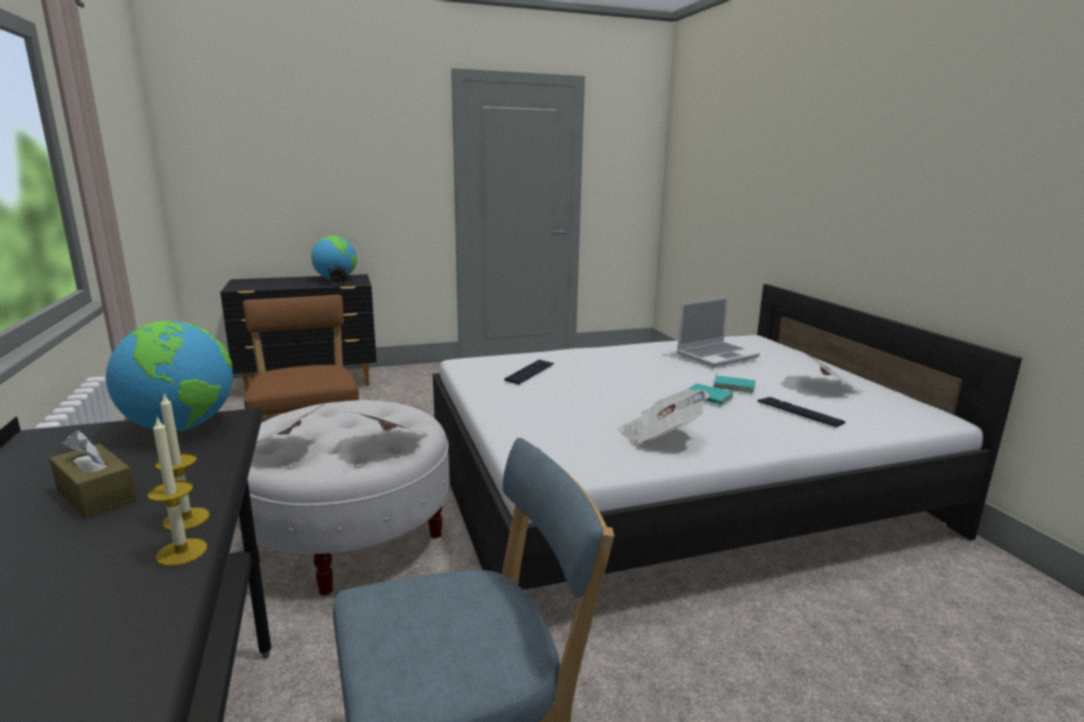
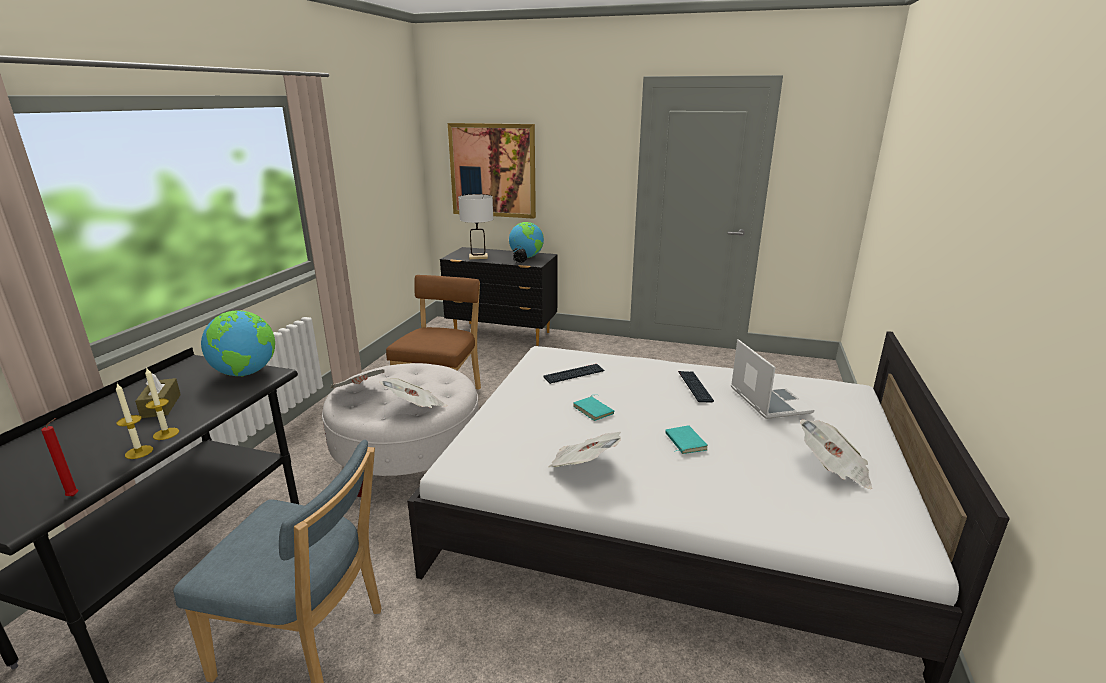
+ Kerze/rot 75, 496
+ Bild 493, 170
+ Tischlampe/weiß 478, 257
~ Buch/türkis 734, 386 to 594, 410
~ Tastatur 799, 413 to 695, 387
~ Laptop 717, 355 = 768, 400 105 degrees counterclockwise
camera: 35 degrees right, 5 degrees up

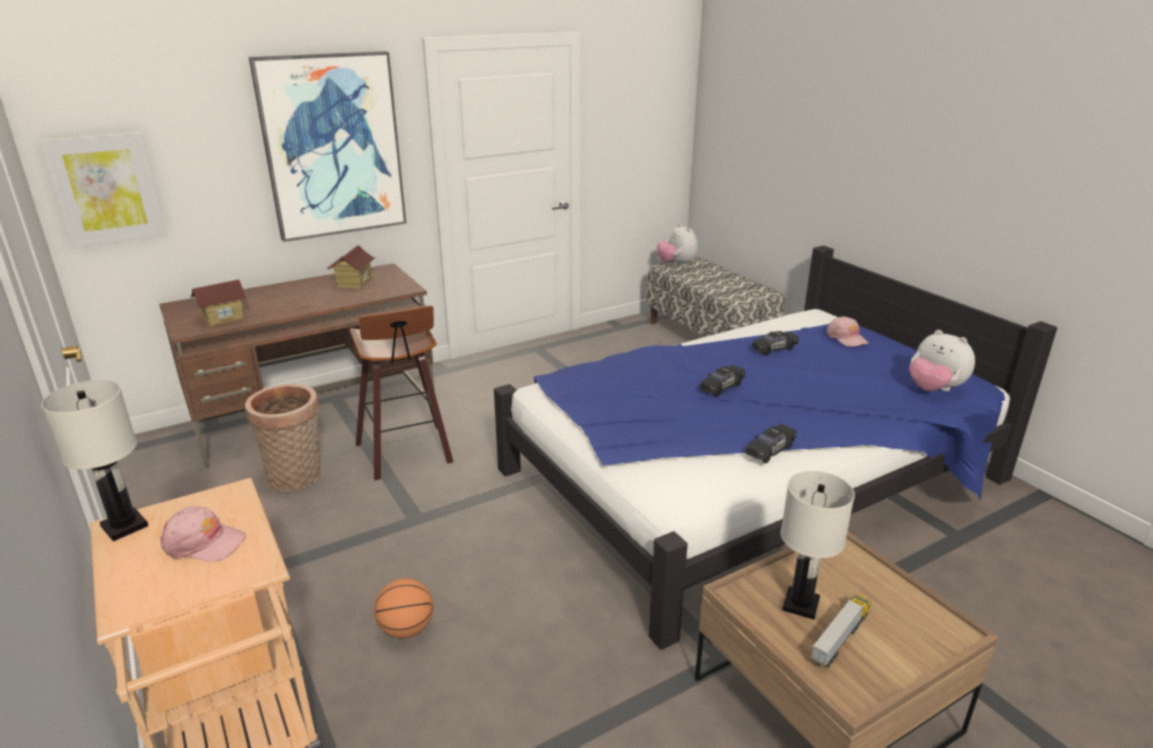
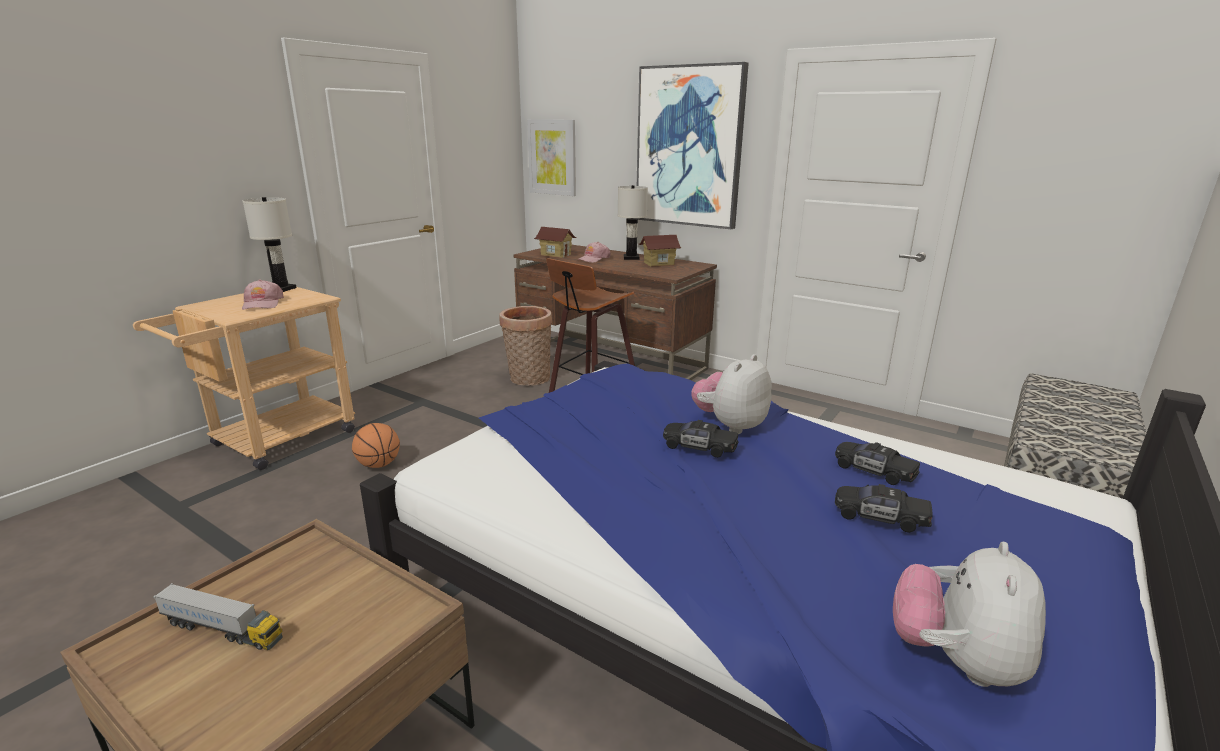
~ Kappe/rosa 846, 338 to 593, 259
~ Tischlampe/weiß 800, 604 to 631, 258
~ Plüschtier 676, 264 to 730, 425
~ Spielzeugauto/schwarz 770, 450 to 879, 517
camera: 65 degrees right, 5 degrees down

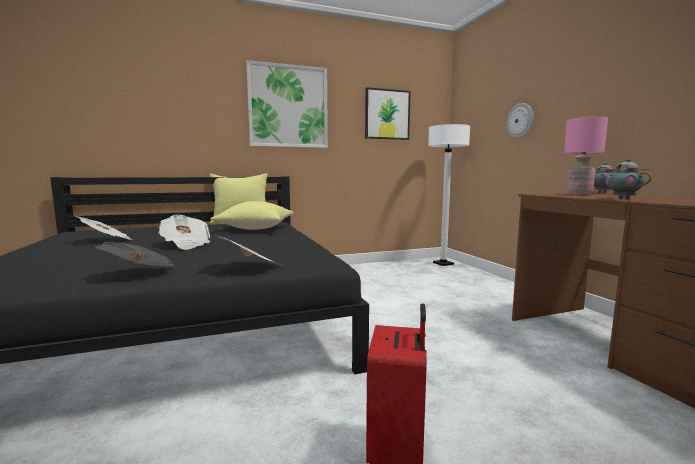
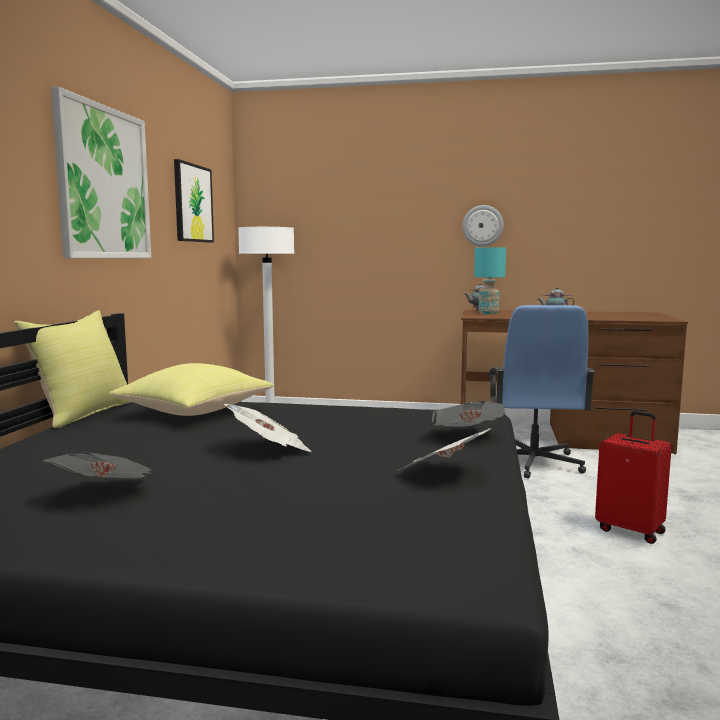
~ Wanduhr 520, 121 to 482, 225
~ Tischlampe/rosa 579, 194 to Tischlampe/türkis 488, 313
+ Bürostuhl/blau 533, 463
camera: 60 degrees left, 0 degrees up

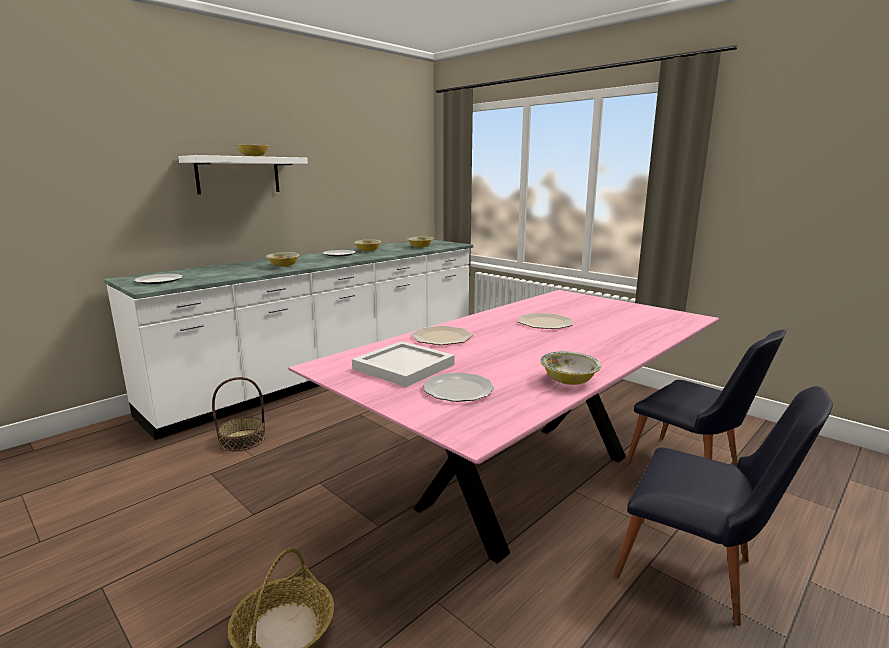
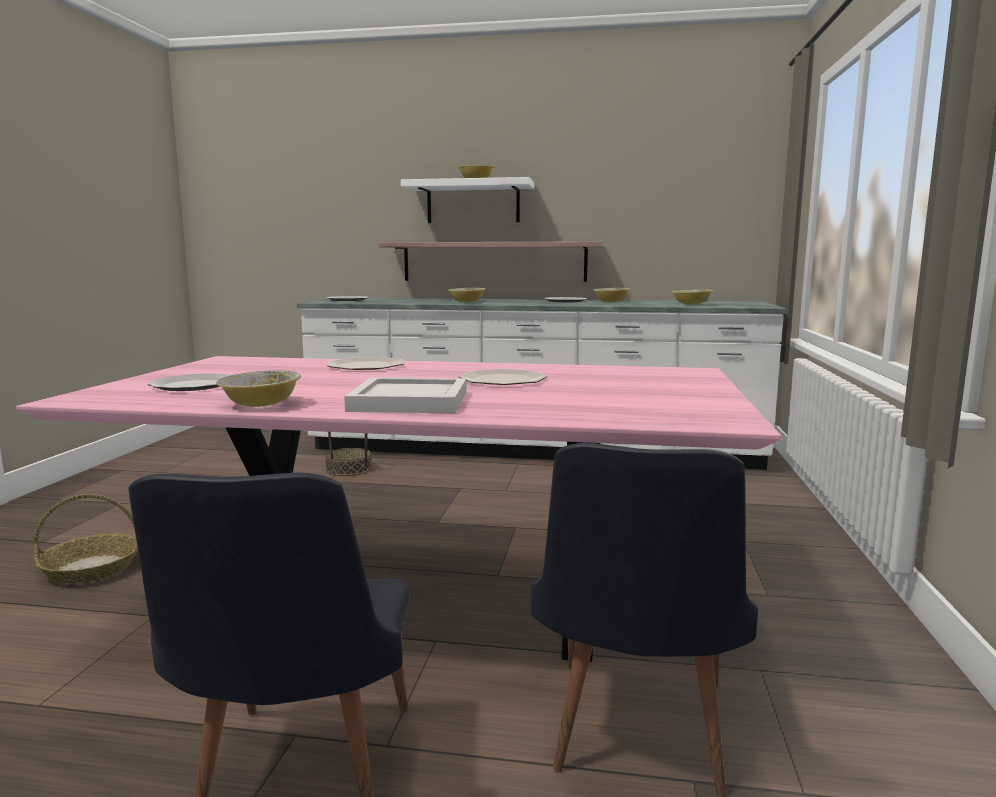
~ Tablett/weiß 404, 367 to 407, 401
+ Wandregal 494, 262
camera: 55 degrees right, 5 degrees down

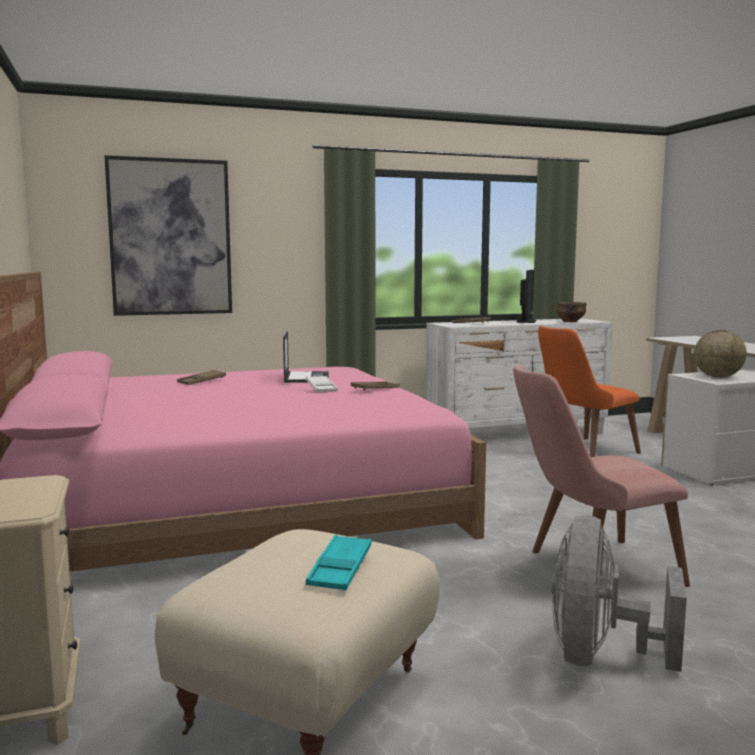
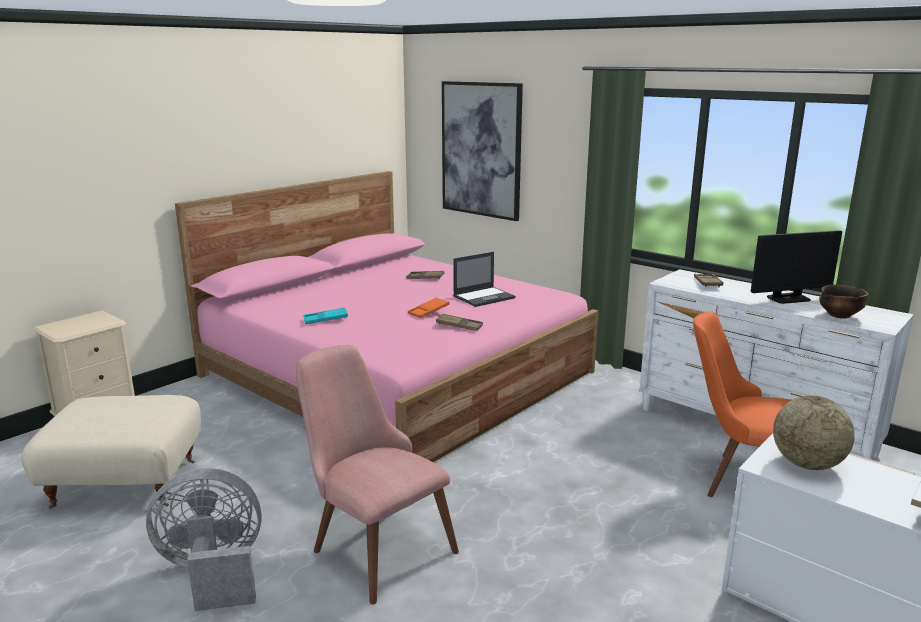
~ Tablett/türkis 340, 569 to 325, 319
~ Tablett/weiß 321, 388 to Tablett/orange 428, 311
camera: 60 degrees right, 10 degrees up

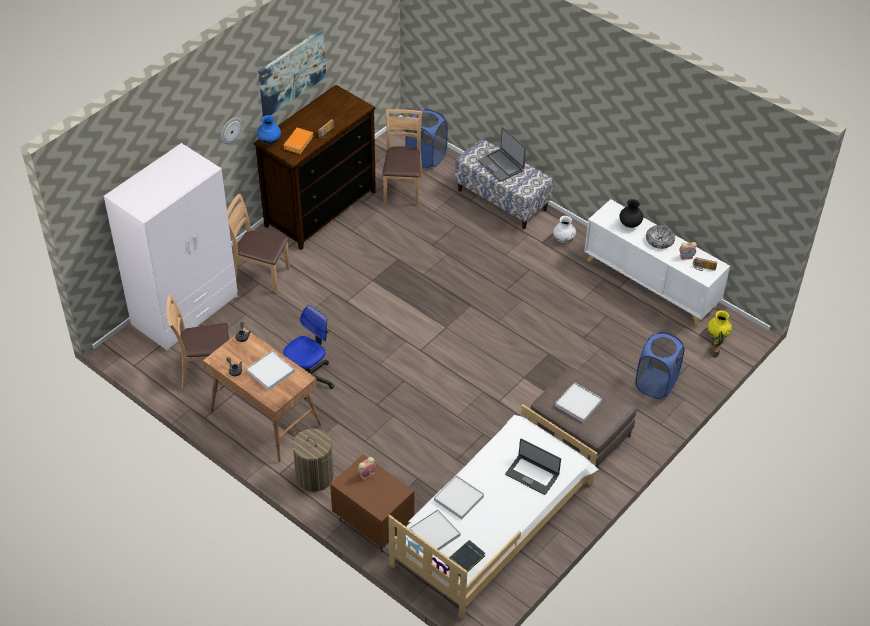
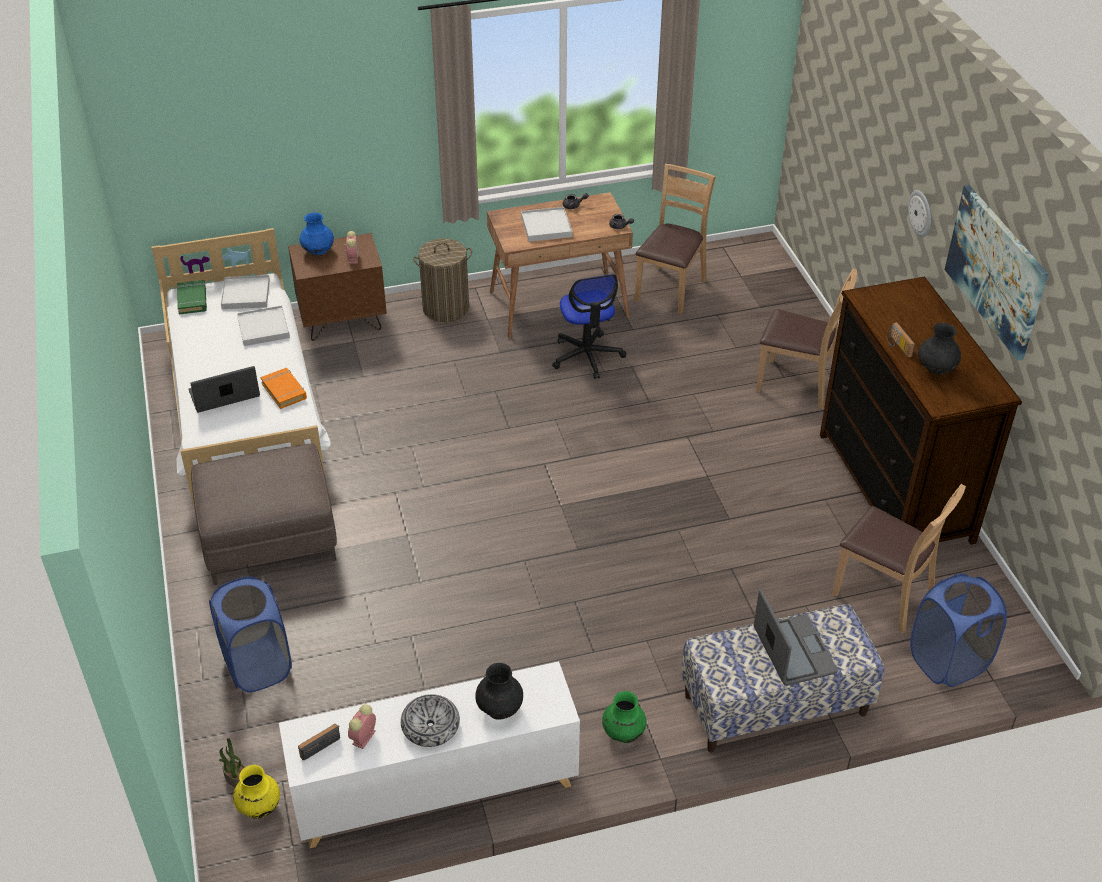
~ Buch/schwarz 464, 560 to Buch/grün 192, 300
~ Buch/orange 298, 142 to 284, 391
~ Vase/blau 269, 141 to 318, 252
~ Vase/weiß 563, 239 to Vase/grün 623, 733
~ Laptop 501, 165 = 793, 651 75 degrees clockwise
~ Stuhl/braun 260, 275 = 797, 383 60 degrees clockwise
+ Vase/schwarz 936, 369
- Kleiderschrank/weiß 185, 310
- Tablett/weiß 578, 403
camera: 125 degrees right, 5 degrees down

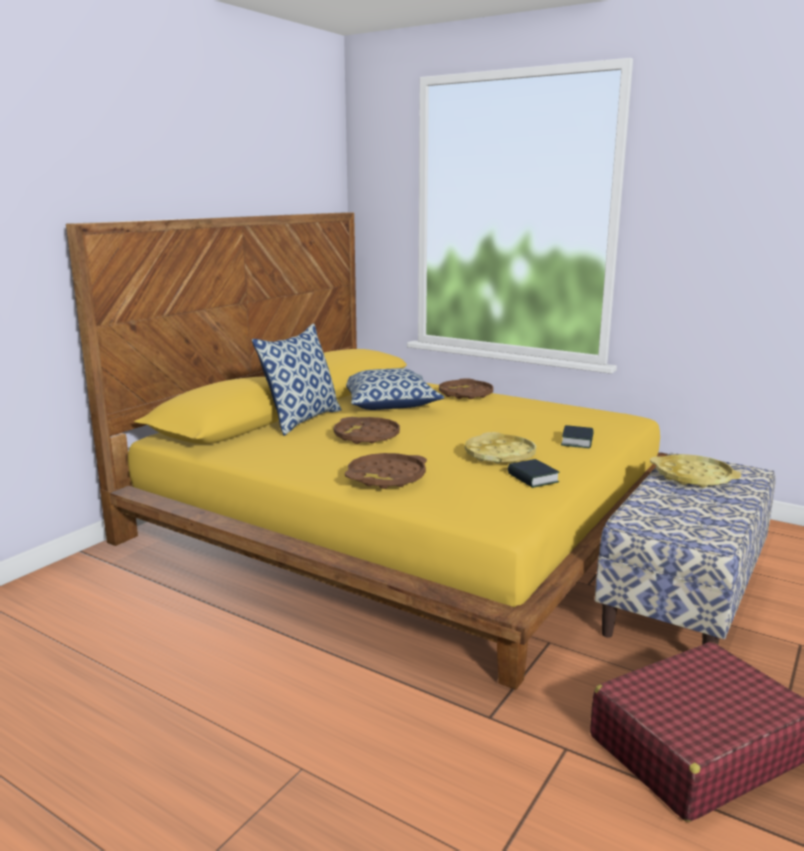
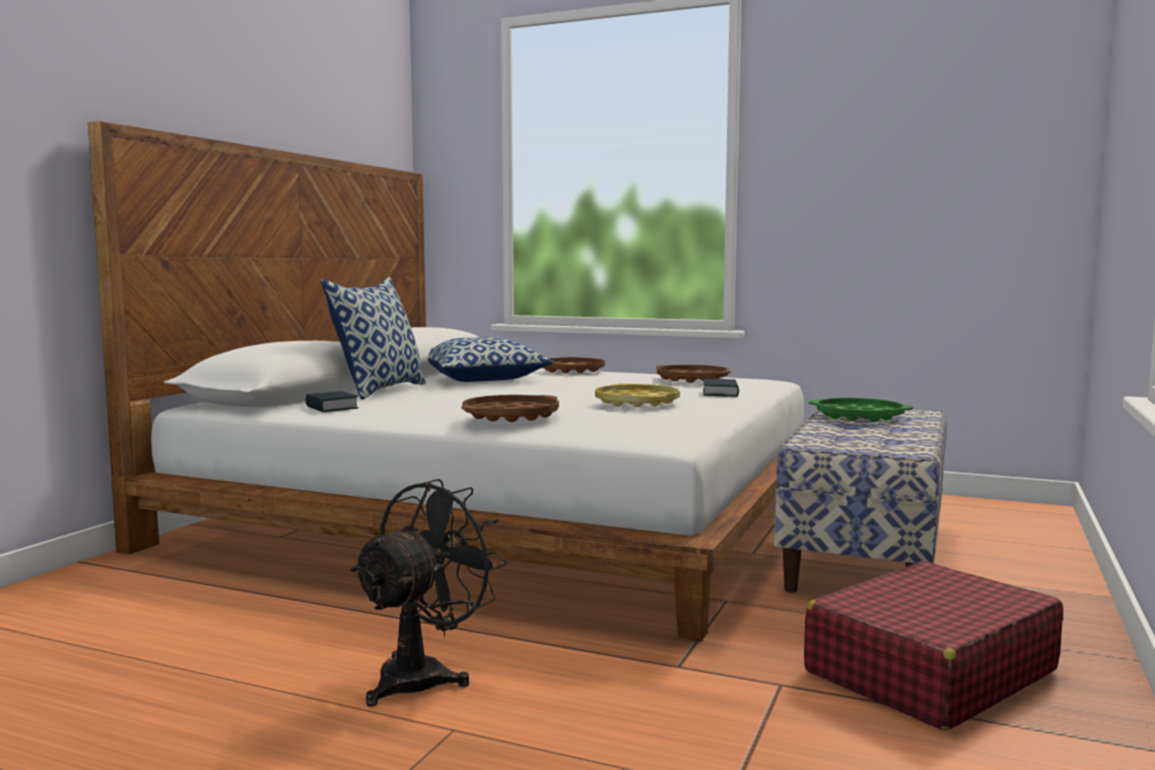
~ Bett/gelb 405, 521 to Bett/weiß 513, 515
~ Buch 532, 478 to 331, 408
+ Ventilator/schwarz 424, 675
~ Tablett/braun 366, 436 to 692, 379
~ Tablett/gelb 693, 477 to Tablett/grün 859, 416
camera: 10 degrees left, 10 degrees down

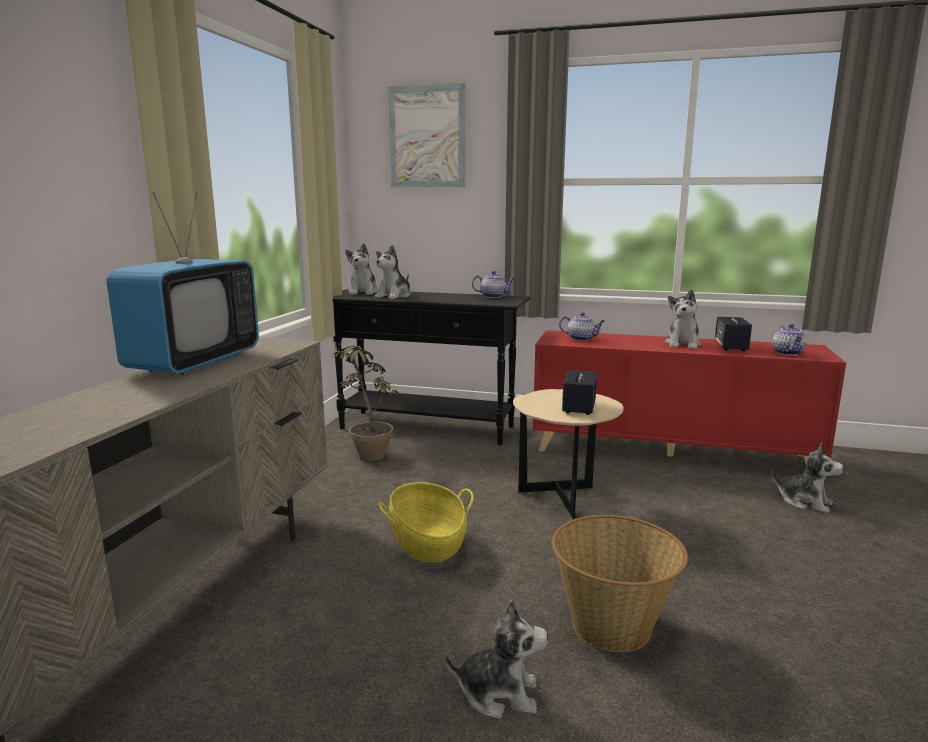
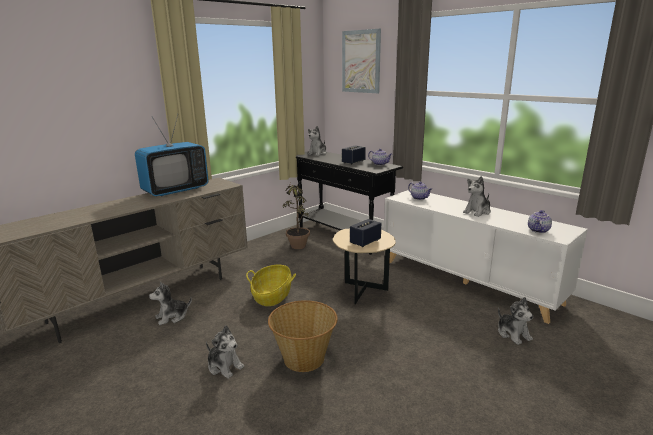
~ Plüschtier 394, 296 to 172, 317
~ Lautsprecher 731, 347 to 353, 162
~ Schrank/rot 670, 452 to Schrank/weiß 468, 281
camera: 30 degrees right, 5 degrees up

